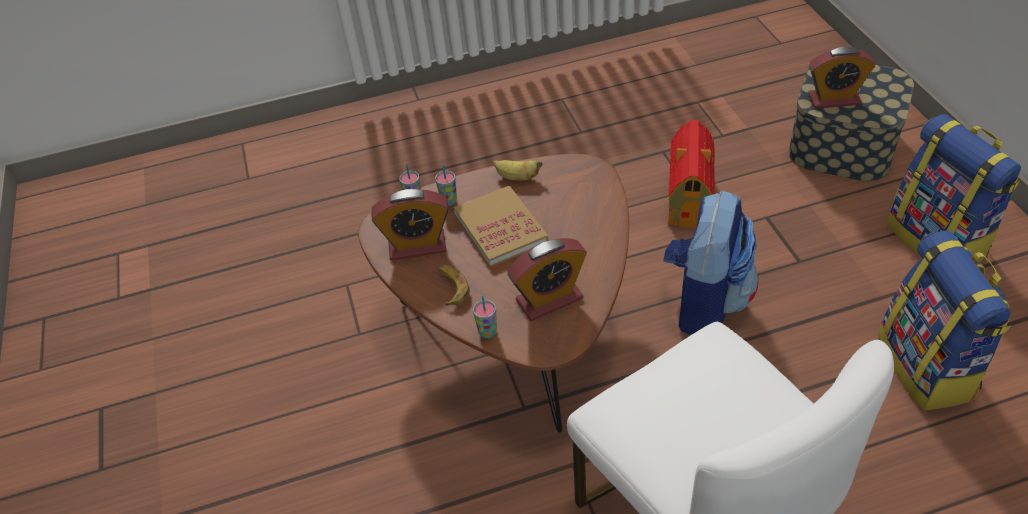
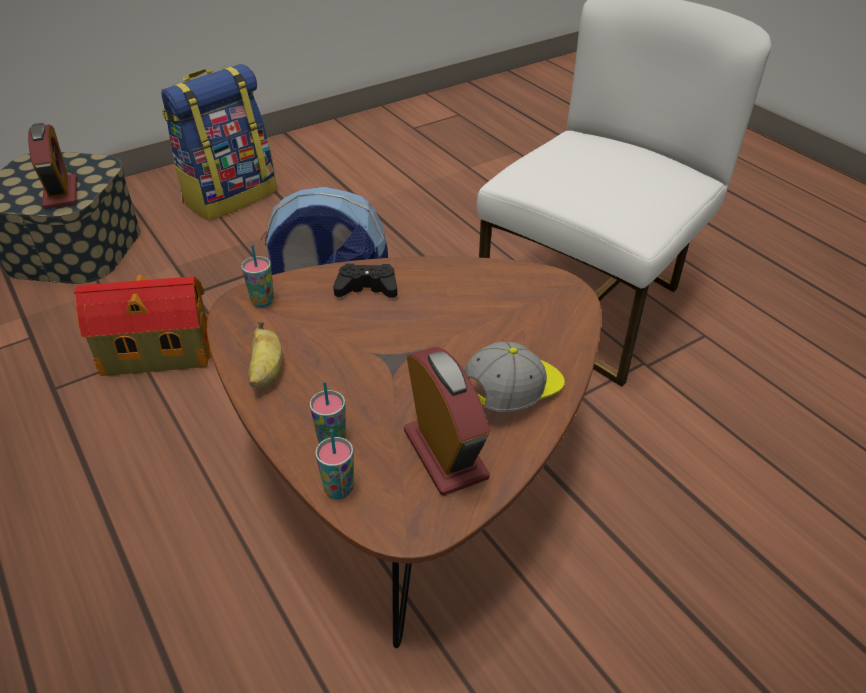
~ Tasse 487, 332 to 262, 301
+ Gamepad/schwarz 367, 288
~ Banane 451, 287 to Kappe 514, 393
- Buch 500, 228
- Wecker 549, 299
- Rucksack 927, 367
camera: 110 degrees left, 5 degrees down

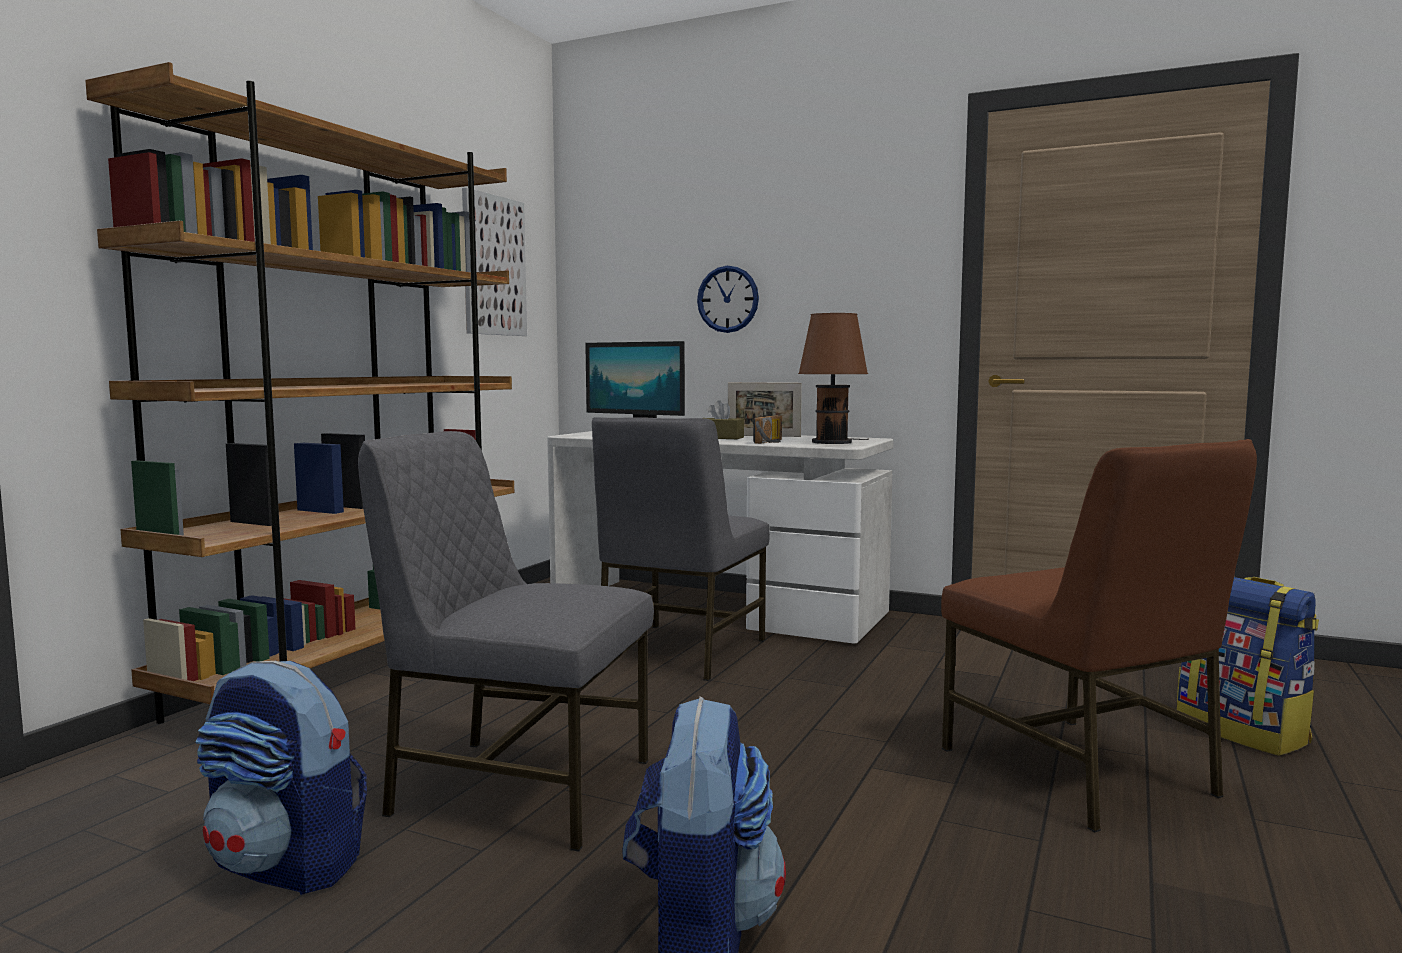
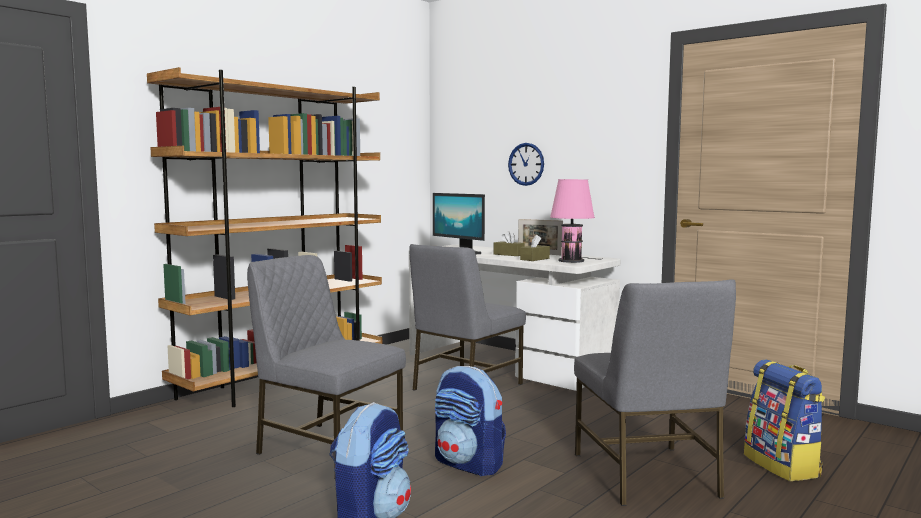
~ Rucksack 287, 865 to 469, 464
~ Radio 772, 442 to Taschentuchbox/braun 534, 259
~ Tischlampe/braun 832, 442 to Tischlampe/rosa 572, 260
~ Stuhl/braun 1080, 772 to Stuhl/grau 647, 476
- Bild 494, 266
camera: 15 degrees right, 0 degrees up

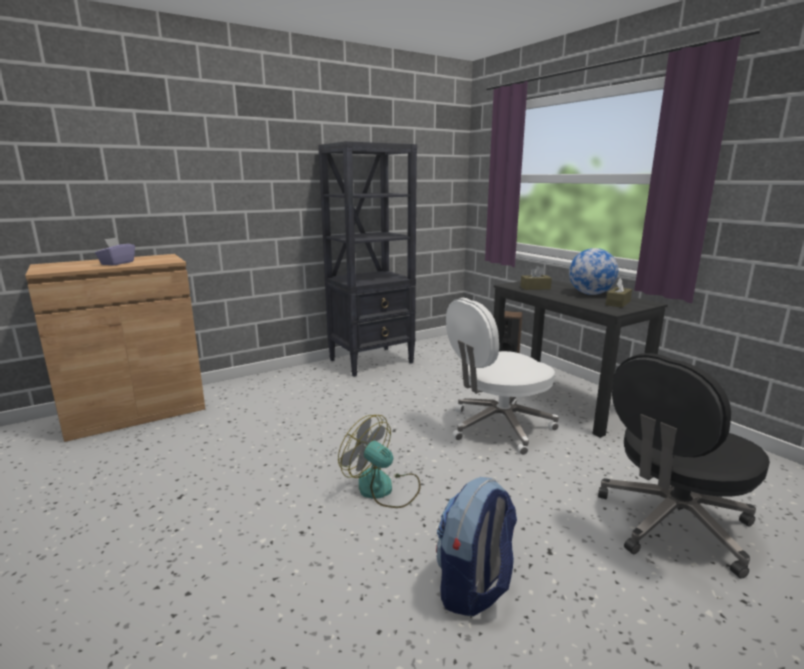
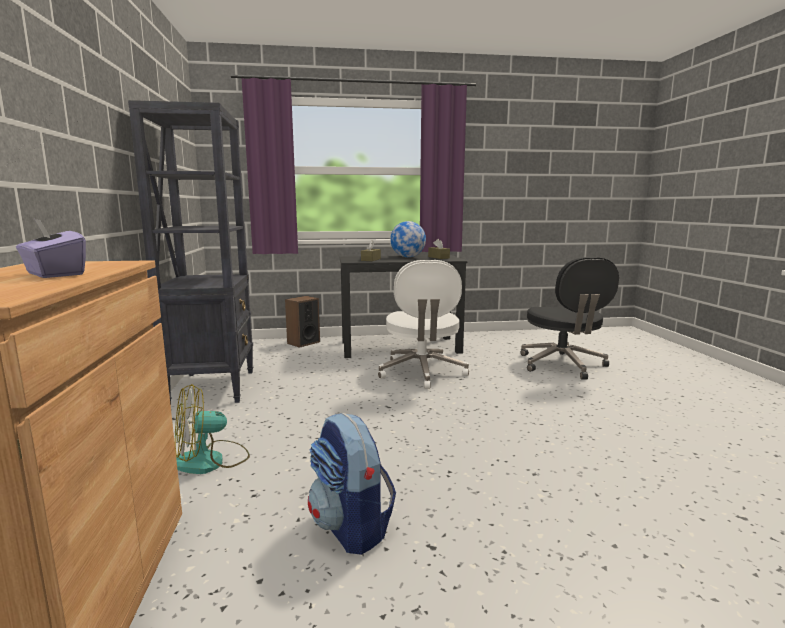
~ Ventilator 383, 489 to 210, 461
~ Rucksack 474, 587 to 351, 527
camera: 65 degrees left, 5 degrees down

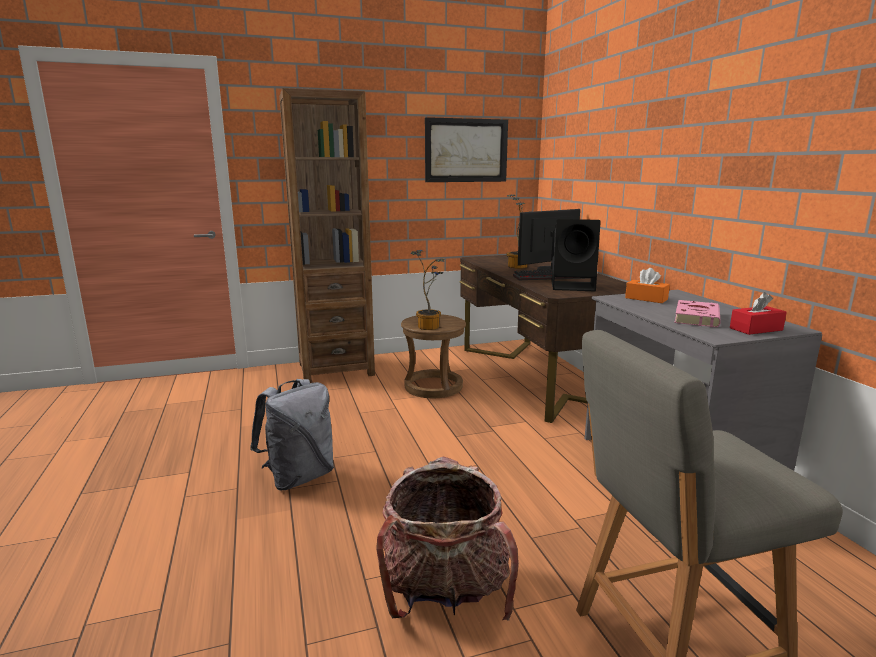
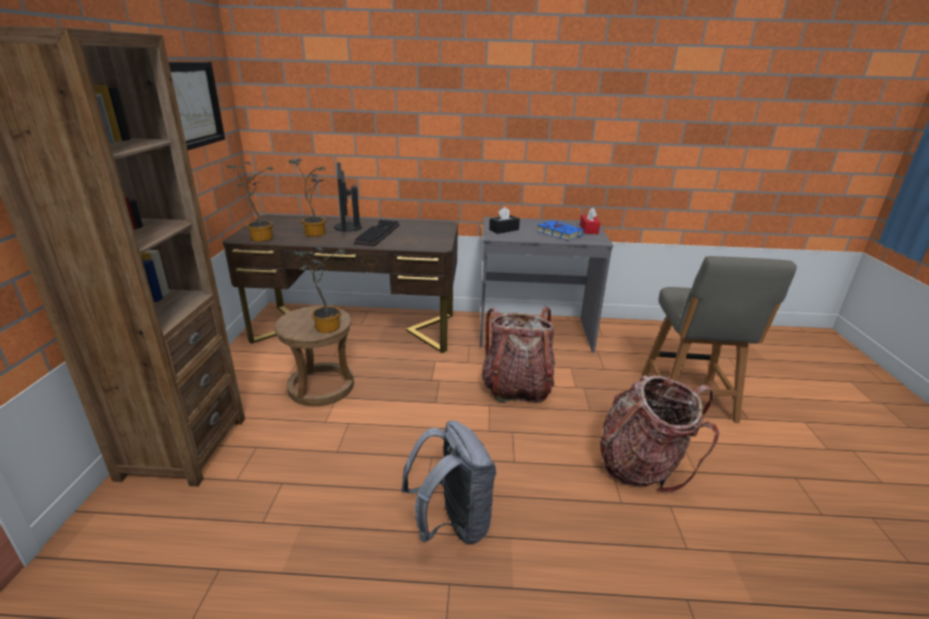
+ Topfpflanze 260, 237
+ Rucksack 516, 387
~ Taschentuchbox/orange 646, 299 to Taschentuchbox/schwarz 504, 230
~ Buch/rosa 696, 317 to Buch/blau 558, 233
- Lautsprecher/schwarz 574, 286
camera: 70 degrees left, 10 degrees up

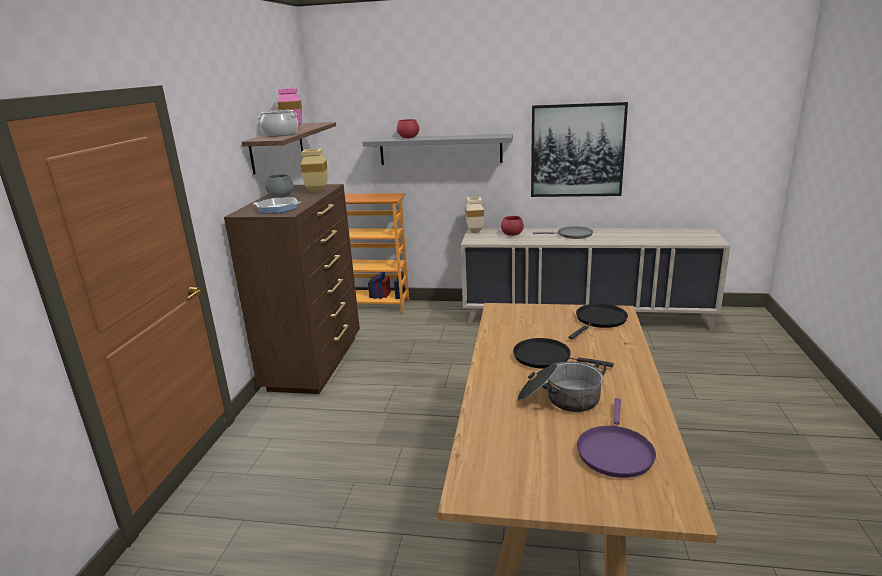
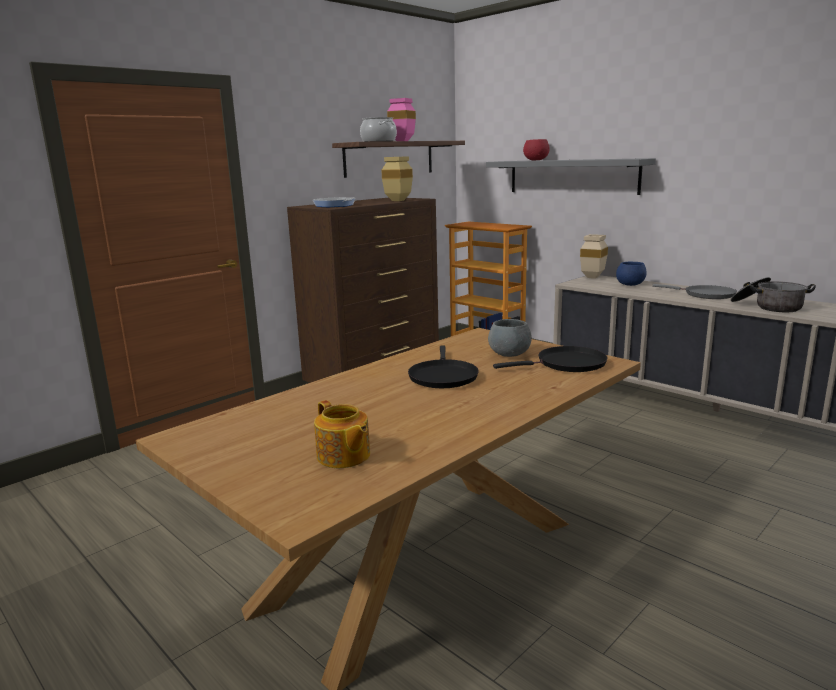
~ Pfanne/lila 614, 451 to Teekanne 343, 456
~ Pfanne/schwarz 546, 357 = 442, 376 150 degrees counterclockwise
~ Schüssel/grau 281, 196 to 510, 354
~ Schüssel/rot 512, 234 to Schüssel/blau 630, 285
~ Kochtopf 560, 399 to 768, 306
- Bild 577, 150
camera: 35 degrees right, 5 degrees down

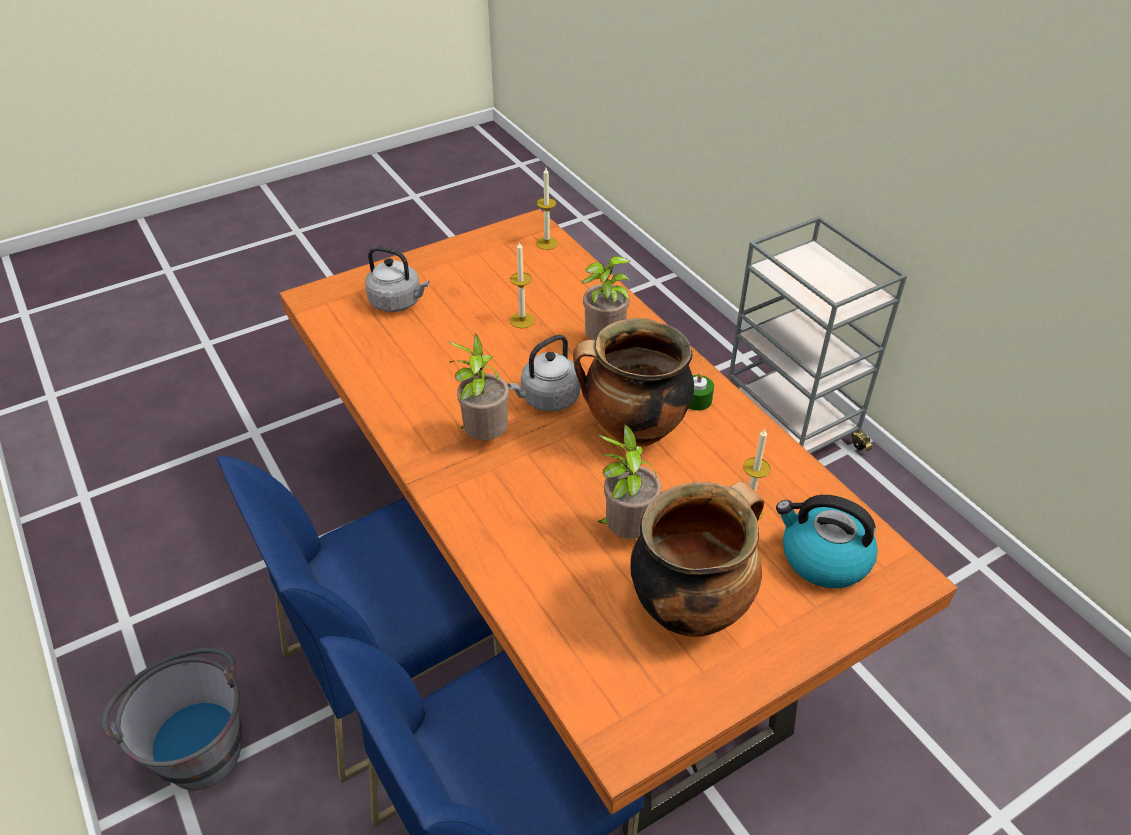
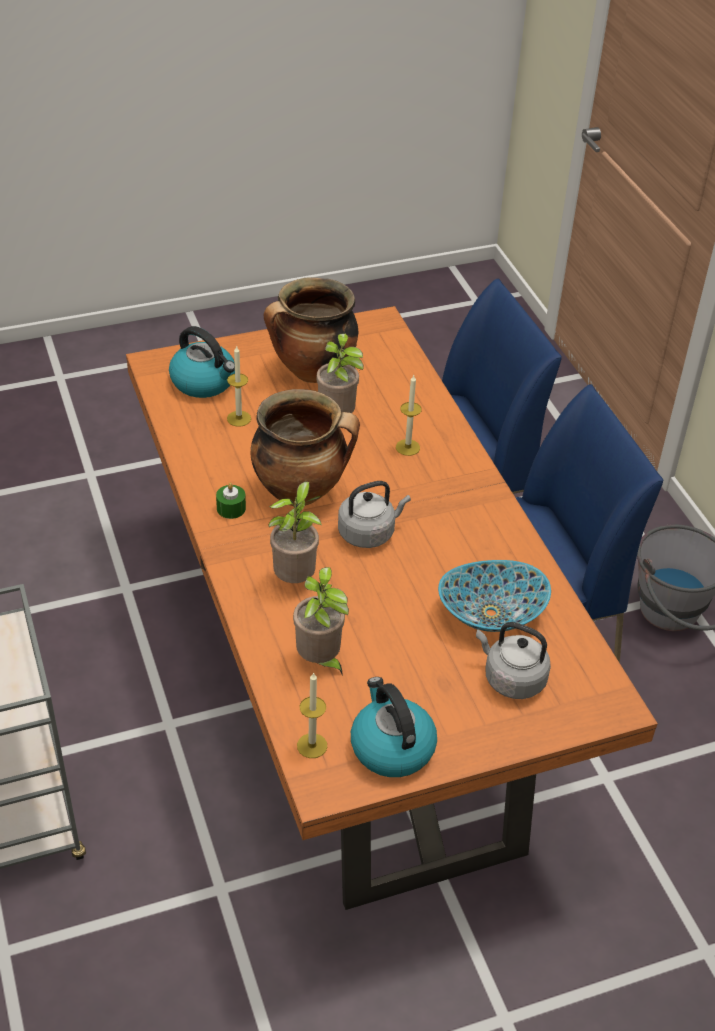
~ Topfpflanze 484, 437 to 320, 661
+ Wasserkessel 391, 747
~ Kerze 522, 320 to 407, 447
+ Schüssel 491, 614
camera: 170 degrees left, 0 degrees up

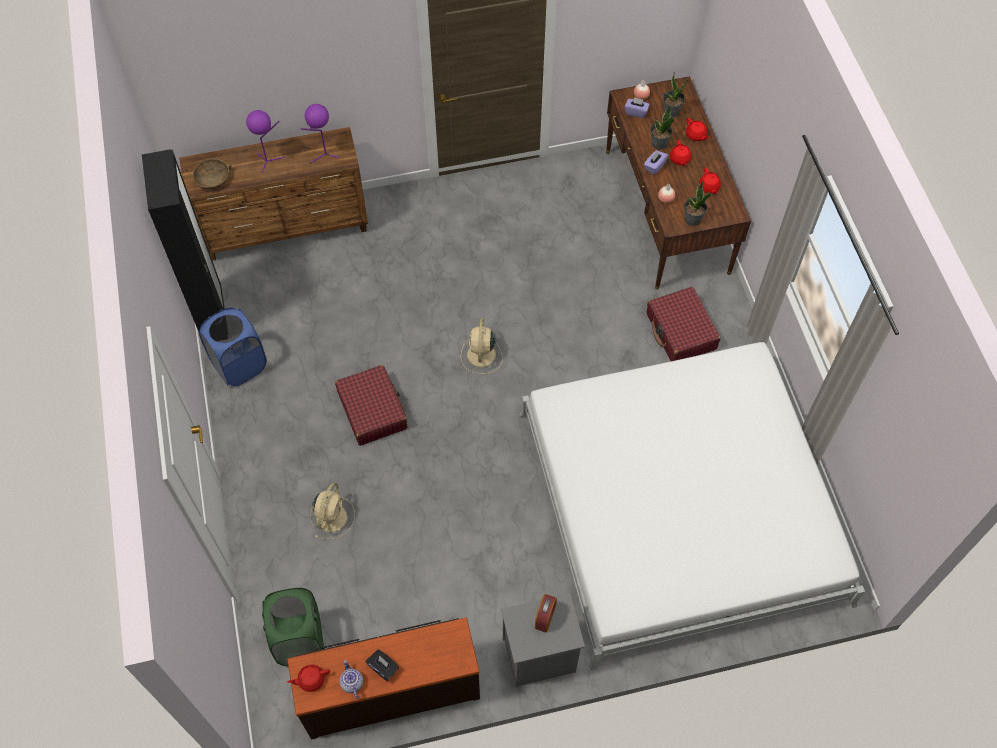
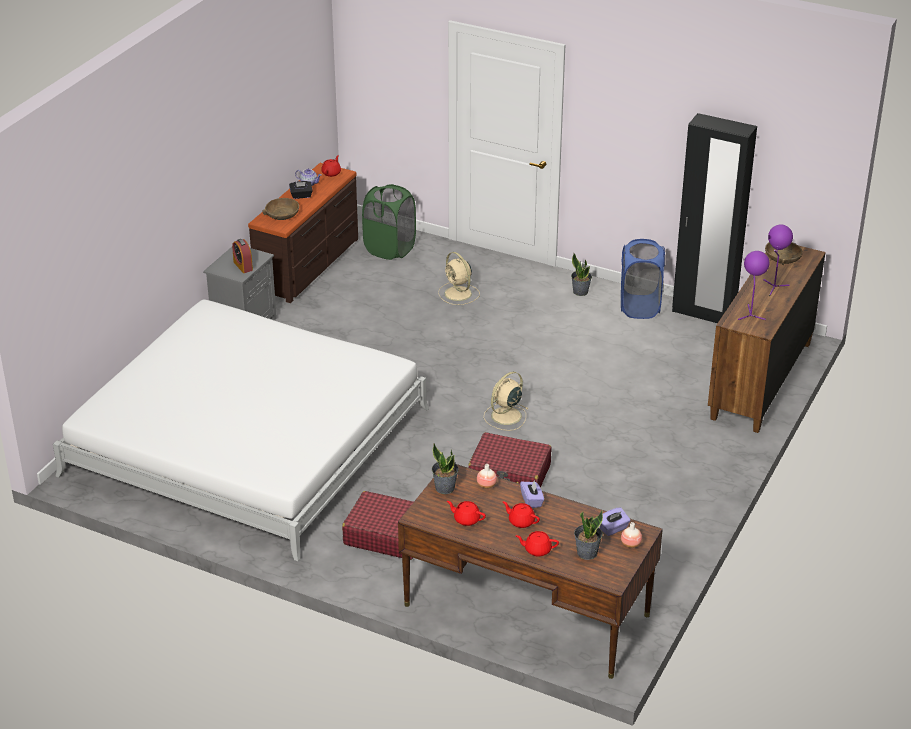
+ Schüssel/braun 282, 214
~ Koffer/rot 372, 410 to 510, 474
~ Ventilator/beige 481, 356 = 505, 416 90 degrees counterclockwise
~ Topfpflanze 659, 143 to 580, 291
camera: 130 degrees right, 25 degrees down

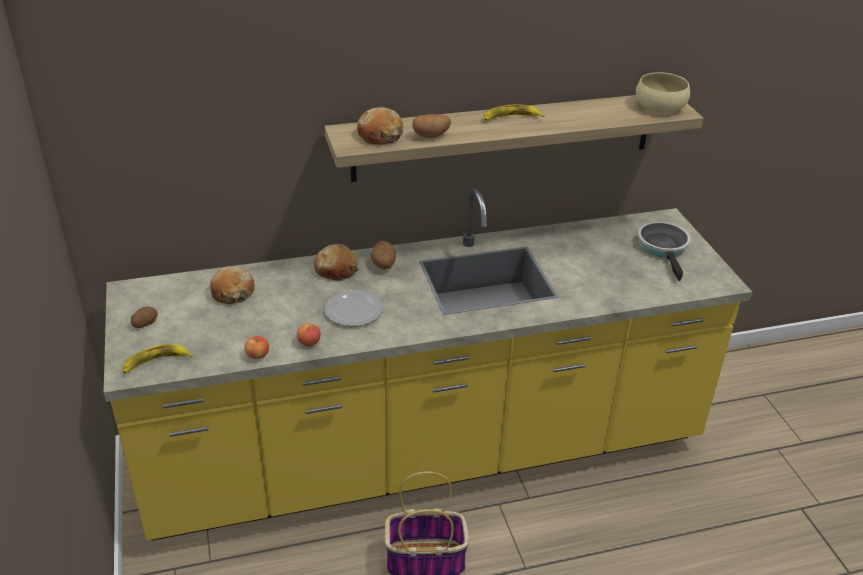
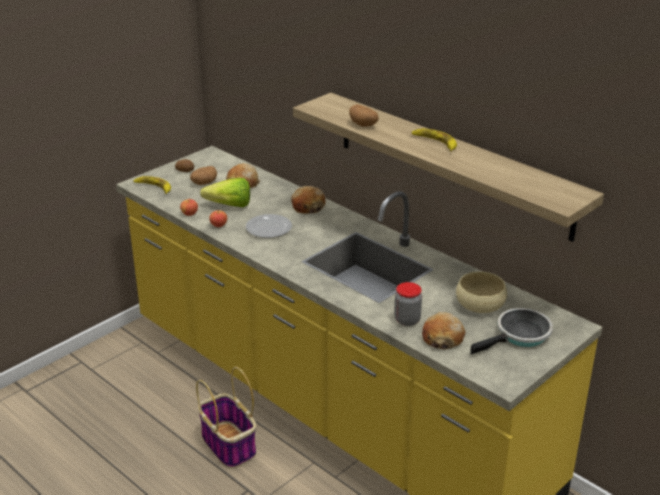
~ Kartoffel 383, 265 to 204, 183
+ Salatkopf 226, 205
+ Vorratsglas 407, 320
~ Brot 380, 135 to 442, 338
~ Schüssel/beige 660, 106 to 480, 304
camera: 60 degrees right, 5 degrees down

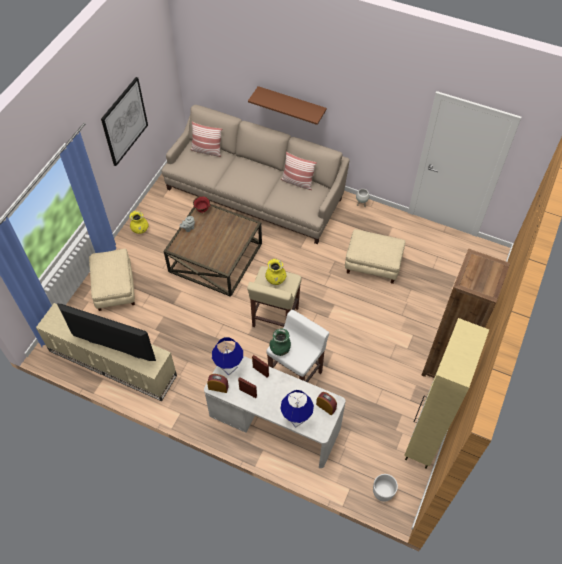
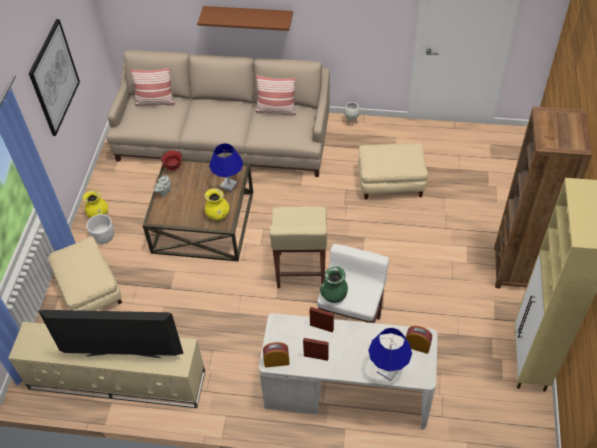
~ Pflanzkübel/weiß 383, 492 to 103, 237
~ Vase/gelb 276, 279 to 218, 214
~ Tischlampe/blau 229, 367 to 229, 185
camera: 15 degrees left, 5 degrees down

